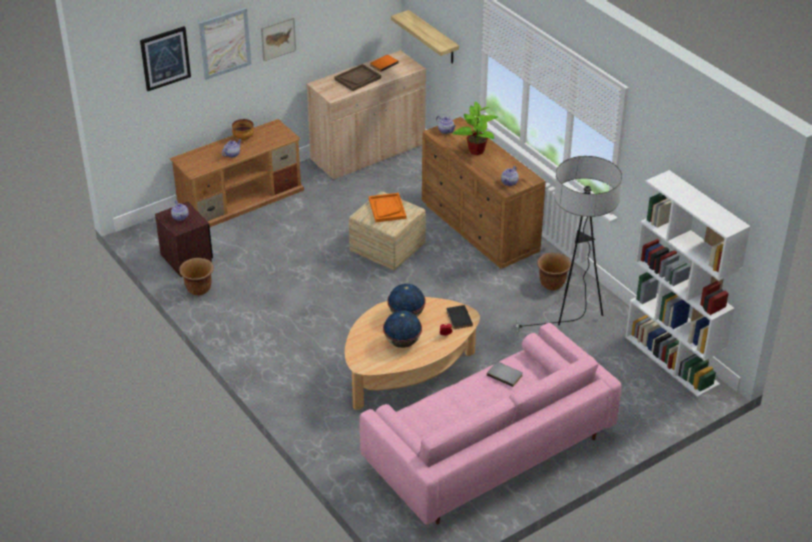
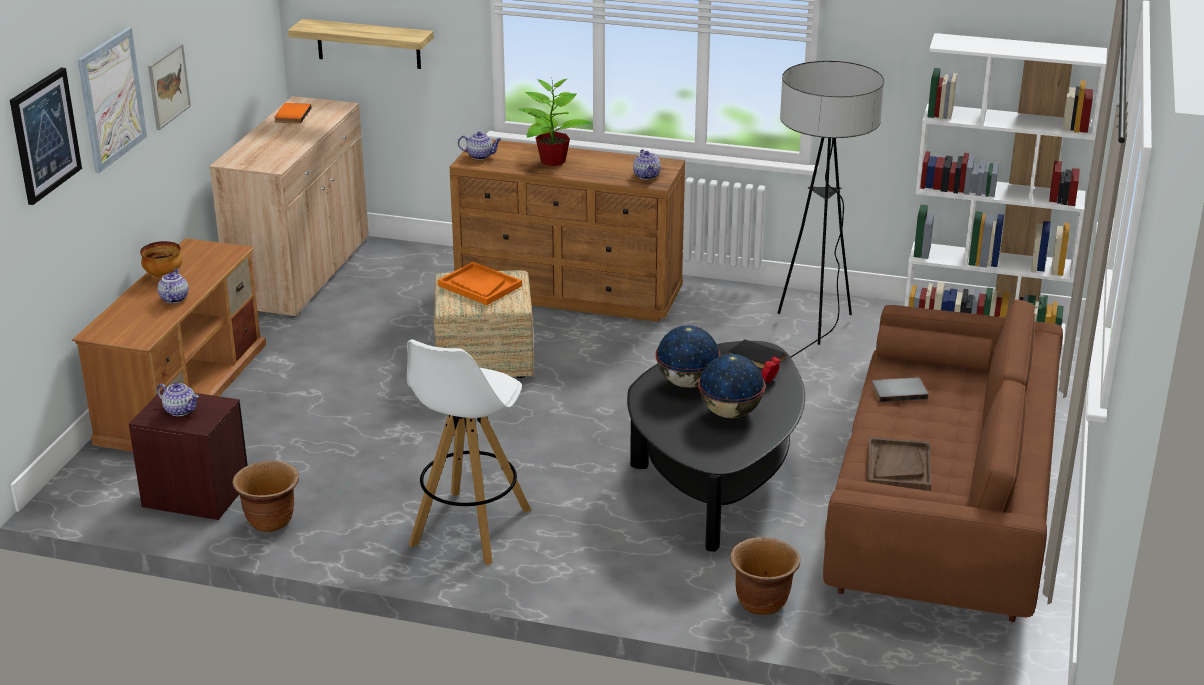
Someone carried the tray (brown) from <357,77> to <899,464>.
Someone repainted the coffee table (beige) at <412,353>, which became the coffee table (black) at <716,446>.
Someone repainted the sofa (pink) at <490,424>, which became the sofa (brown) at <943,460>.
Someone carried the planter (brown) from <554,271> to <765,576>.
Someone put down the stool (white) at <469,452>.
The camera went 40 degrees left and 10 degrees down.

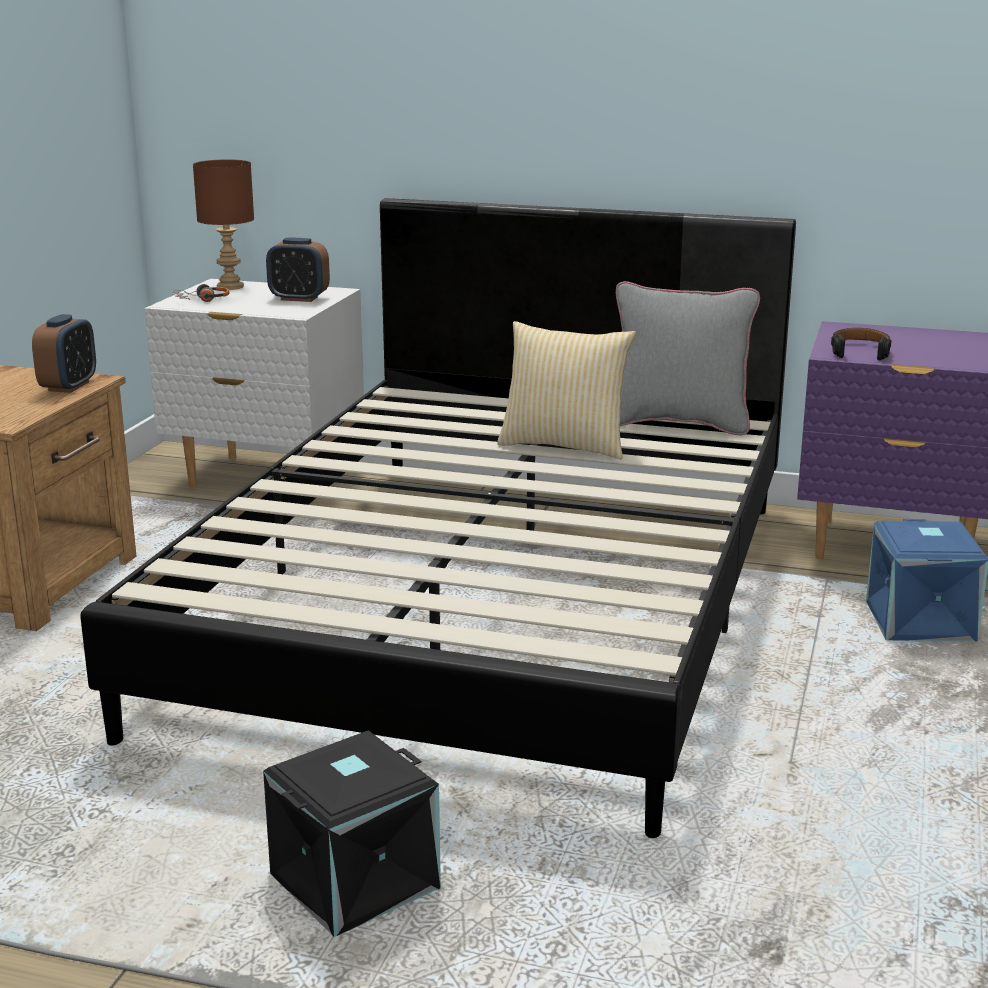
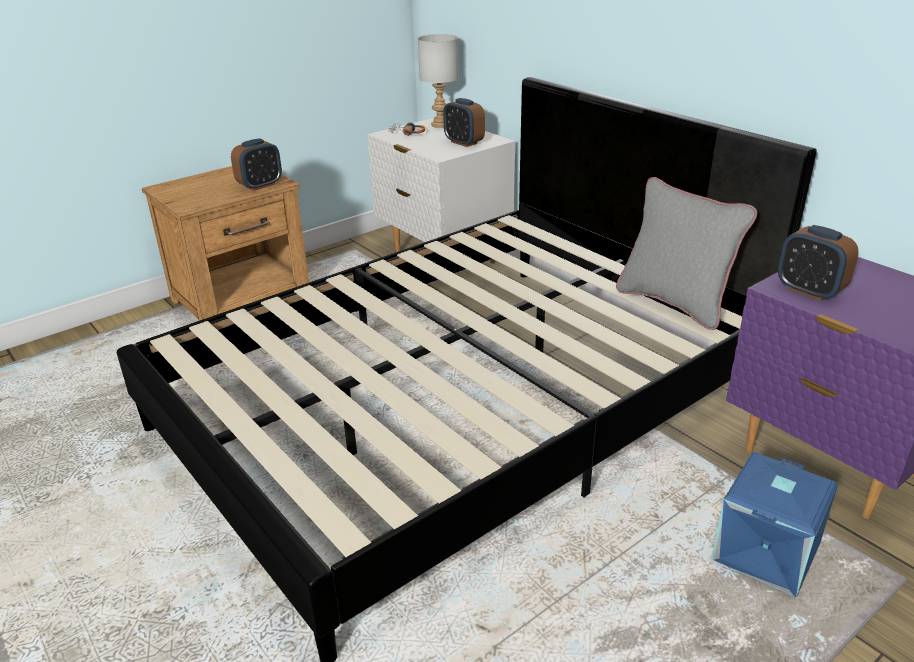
Someone repainted the table lamp (brown) at <223,224>, which became the table lamp (grey) at <438,81>.
Someone took away the storage box (black) at <352,833>.
Someone took away the pillow at <566,390>.
Someone swapped the headphones (black) at <861,344> for the alarm clock at <818,263>.
The camera went 35 degrees right and 10 degrees up.

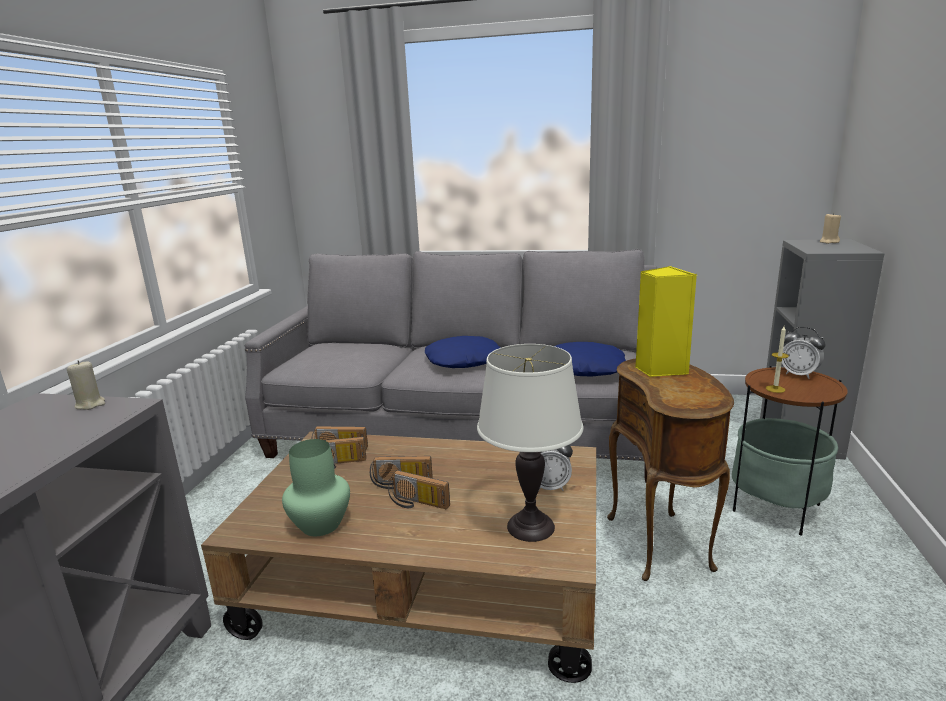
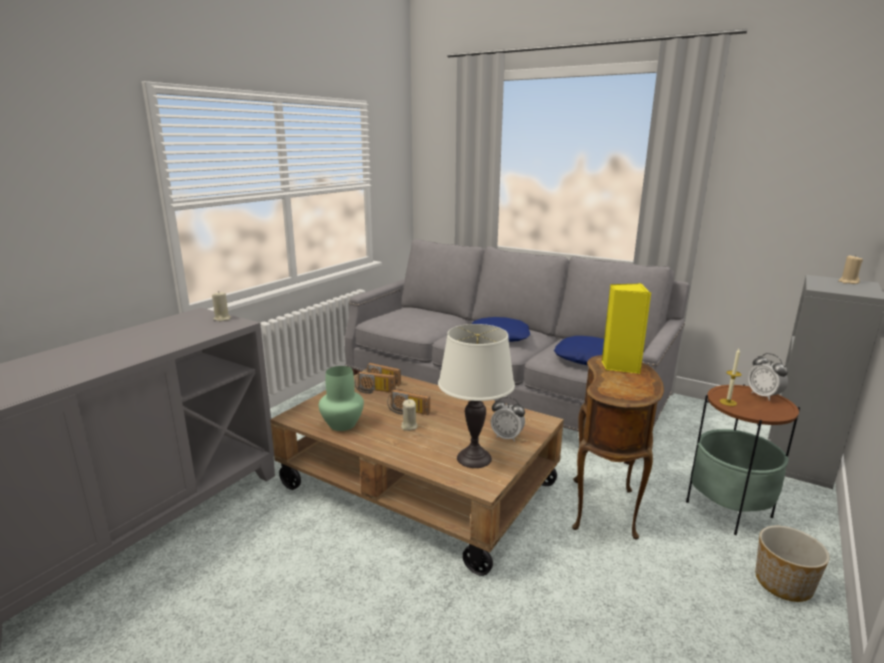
Someone swapped the radio at <419,489> for the candle (beige) at <409,415>.
Someone put down the planter at <792,564>.
The camera went 20 degrees right and 0 degrees up.

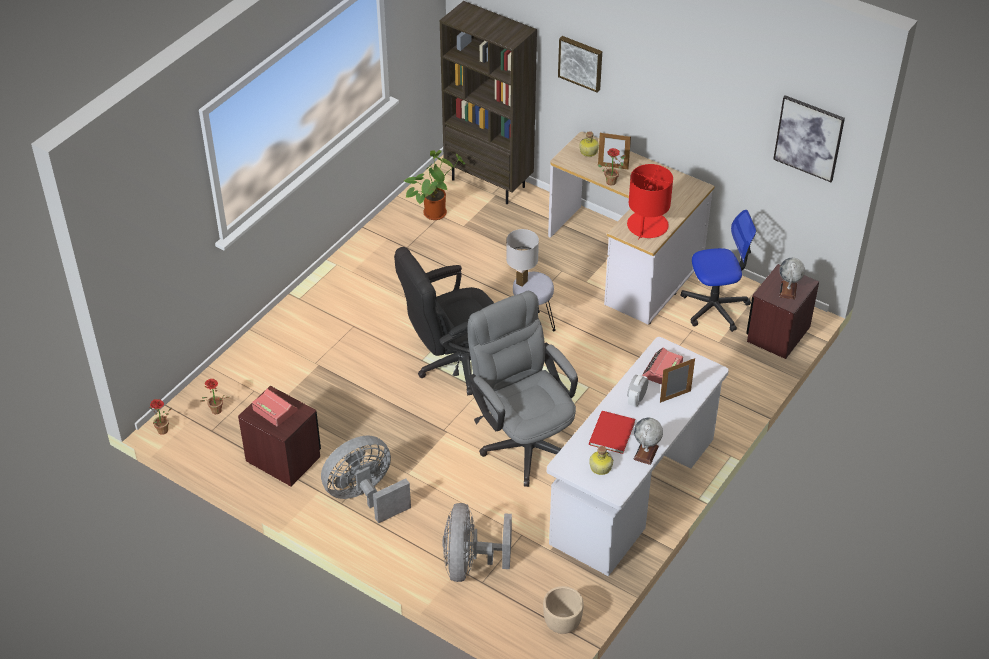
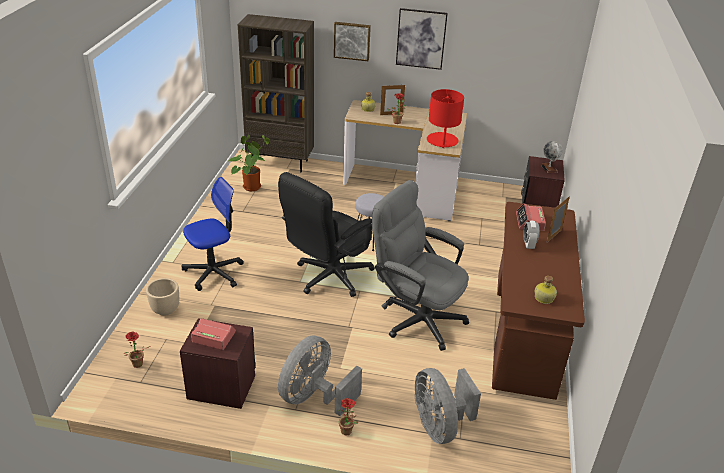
Someone carried the potted plant from <160,417> to <348,417>.
Someone took away the table lamp (white) at <522,258>.
Someone carried the planter (beige) from <563,610> to <162,297>.
Someone repainted the desk (white) at <638,456>, which became the desk (brown) at <538,301>.
Someone took away the book (red) at <612,432>.
Someone took away the globe at <648,441>.
Someone carried the office chair from <718,271> to <212,234>.
Someone carried the picture from <809,138> to <422,39>.
The camera went 25 degrees left and 10 degrees down.

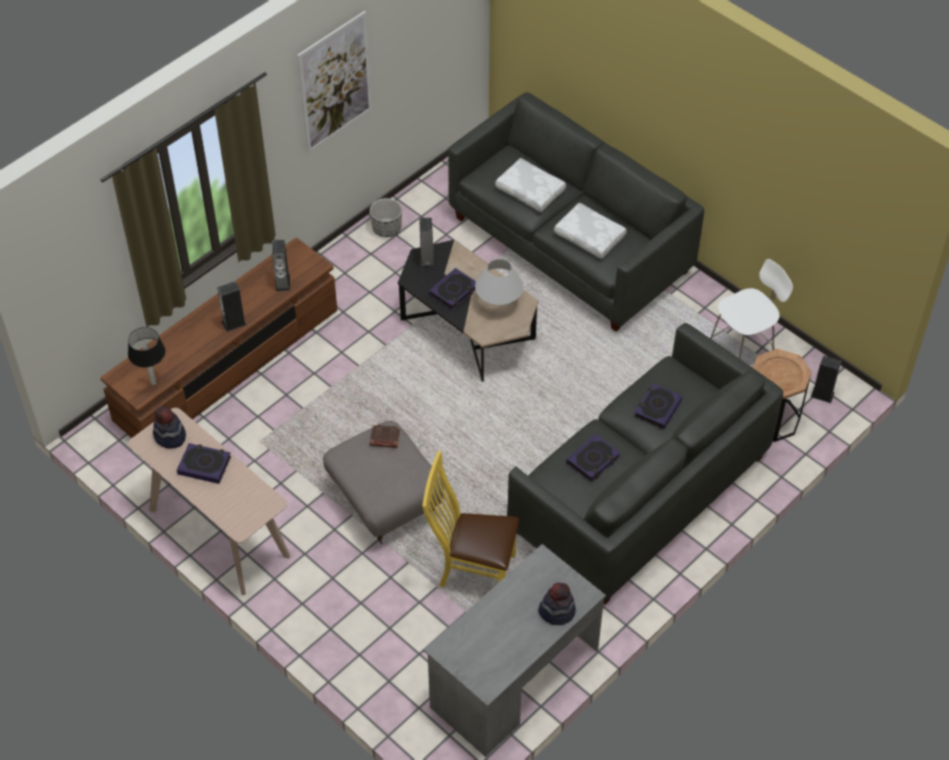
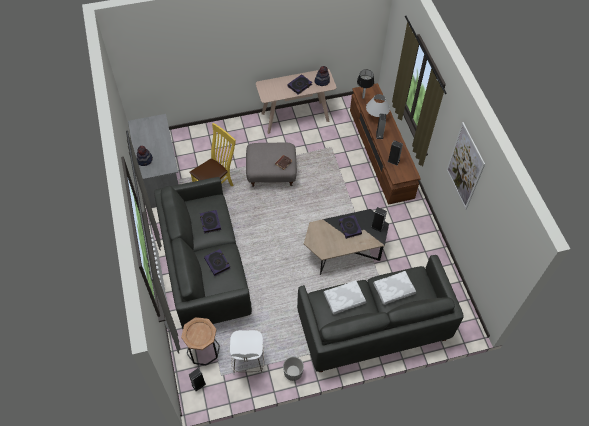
Someone carried the planter from <386,217> to <293,369>.
Someone carried the table lamp (white) from <499,282> to <378,105>.
The camera went 120 degrees right and 5 degrees up.

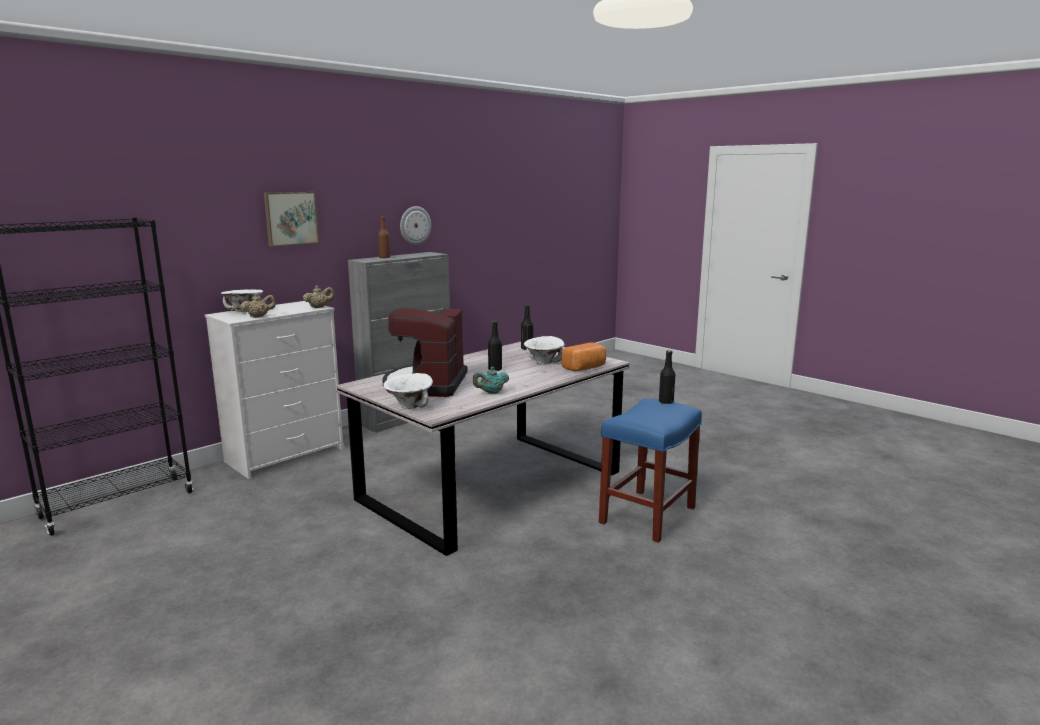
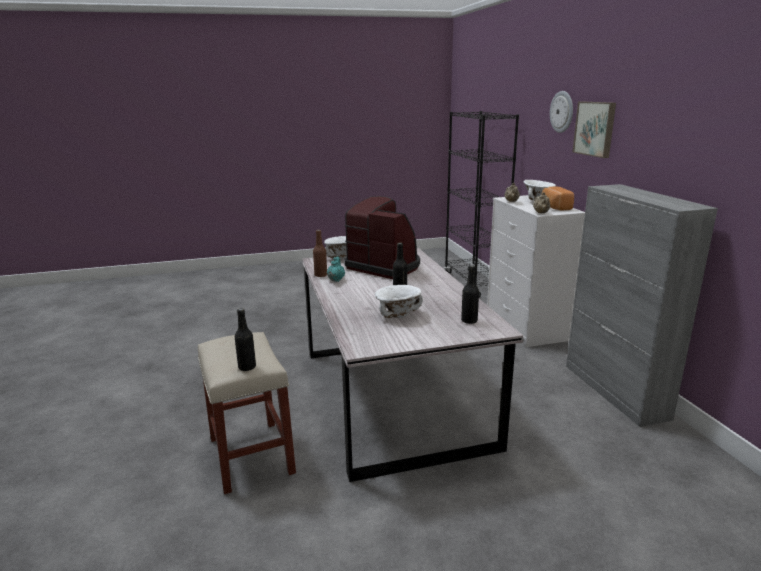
Someone carried the bottle (brown) from <384,237> to <320,253>.
Someone carried the wall clock from <415,225> to <561,112>.
Someone carried the bread from <584,356> to <557,199>.
Someone repainted the stool (blue) at <650,471>, which became the stool (beige) at <247,413>.
The camera went 120 degrees right and 5 degrees up.

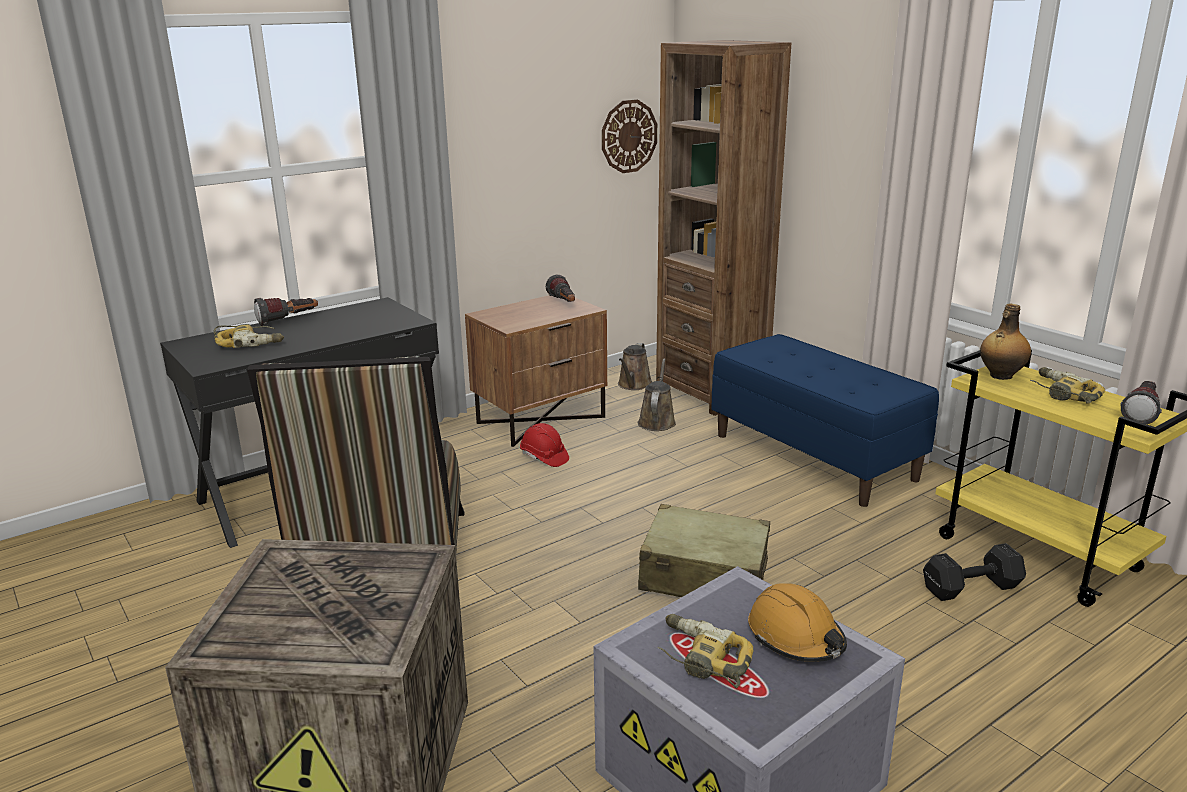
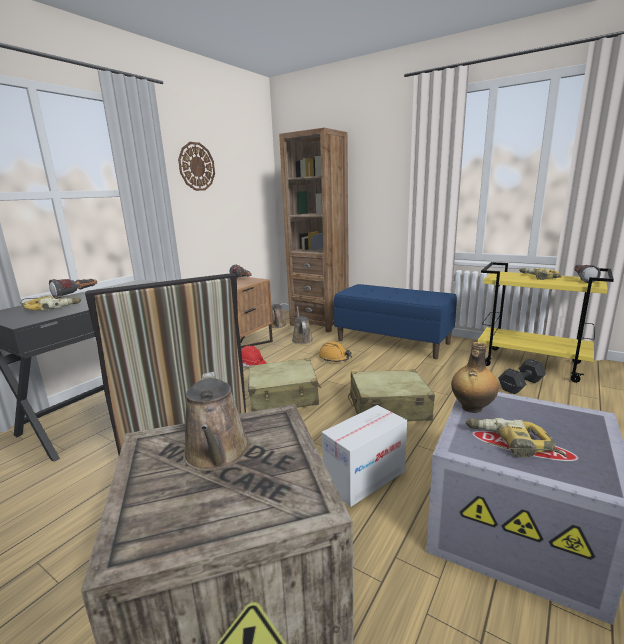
Someone carried the wall clock from <629,136> to <196,166>.
Someone carried the hard hat (orange) from <797,623> to <335,351>.
Someone carried the bottle from <1005,341> to <475,377>.
Someone put down the watering can (brown) at <216,421>.
Someone put down the suitcase (beige) at <284,384>.
Someone put down the cardboard box at <364,456>.
The camera went 20 degrees left and 5 degrees down.

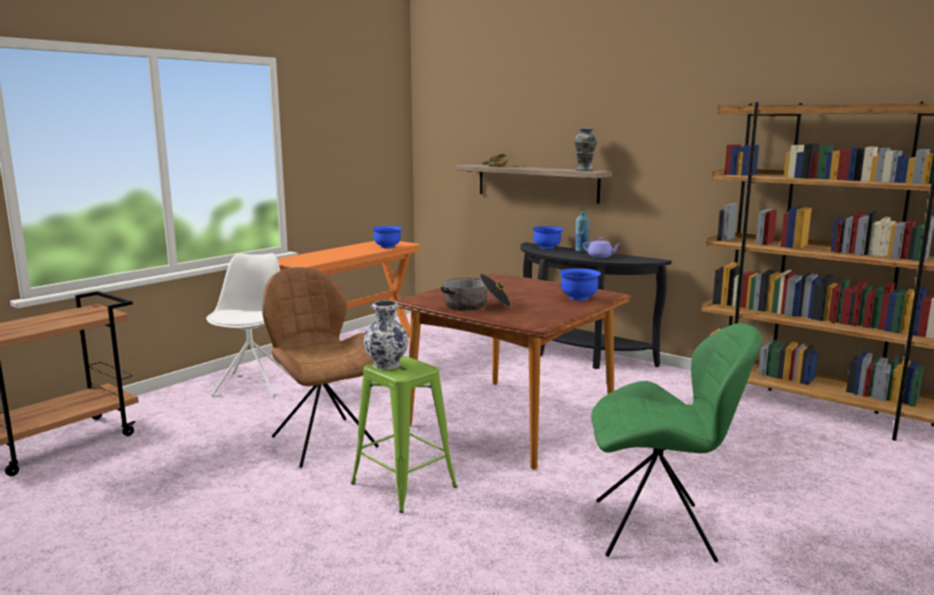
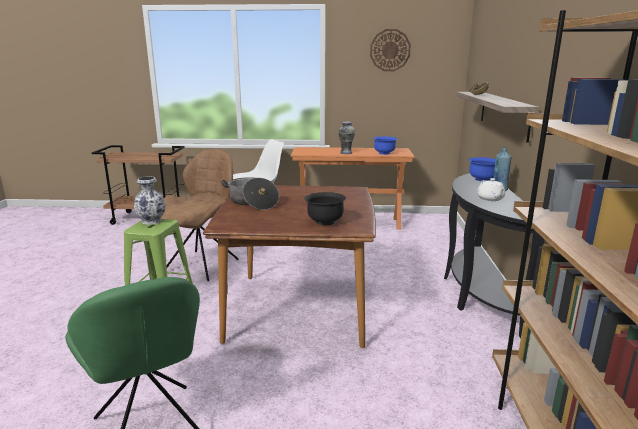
Someone repainted the bowl (blue) at <580,284>, which became the bowl (black) at <325,208>.
Someone carried the vase from <585,149> to <346,138>.
Someone repainted the teapot (purple) at <602,248>, which became the teapot (white) at <491,189>.
Someone put up the wall clock at <390,50>.
The camera went 55 degrees right and 5 degrees up.

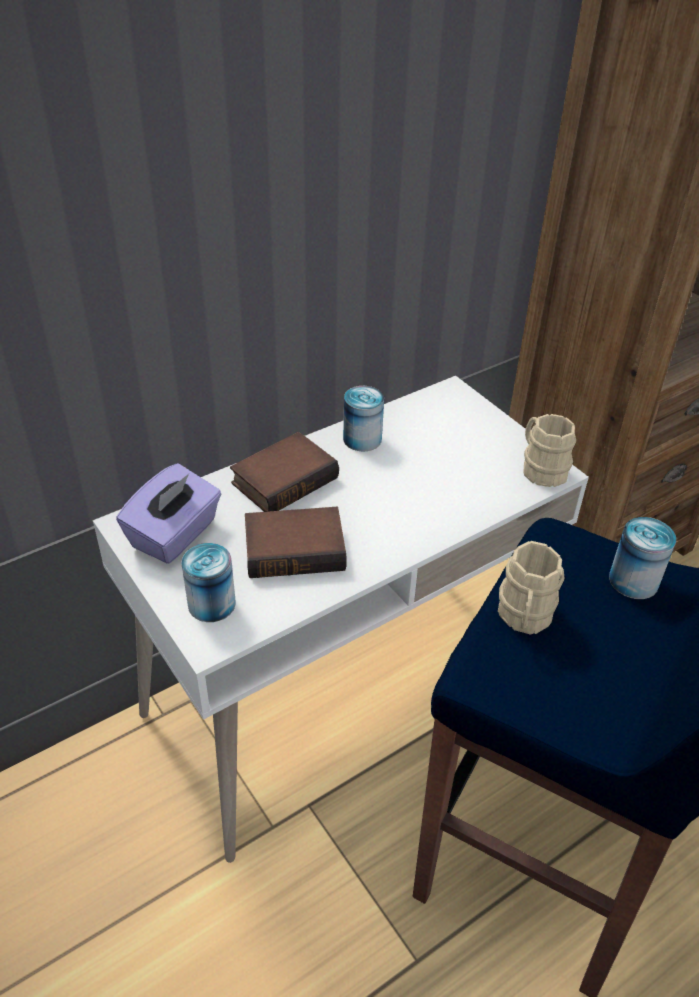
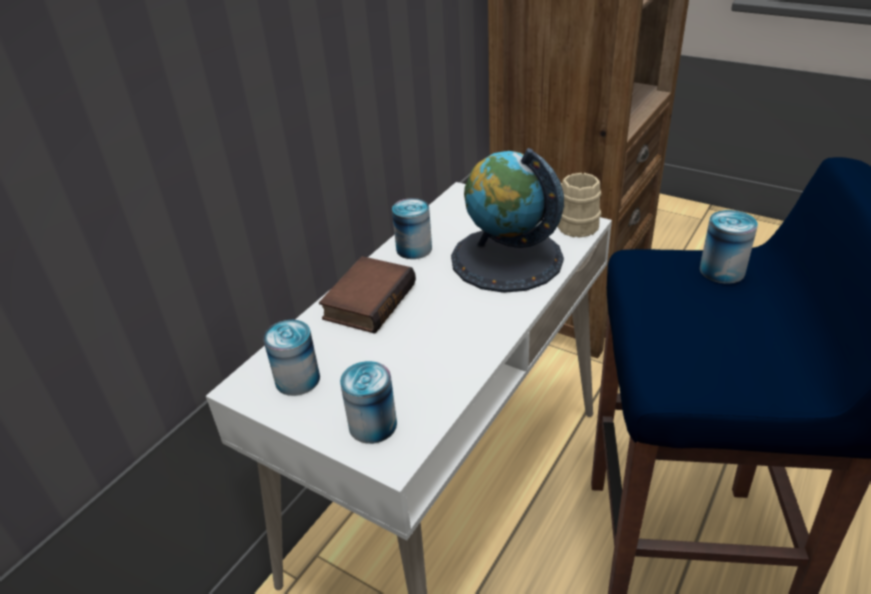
Someone swapped the tissue box (purple) at <168,513> for the can at <291,358>.
Someone took away the book at <296,542>.
Someone took away the mug (beige) at <531,588>.
Someone put down the globe at <507,220>.
The camera went 20 degrees left and 5 degrees down.

